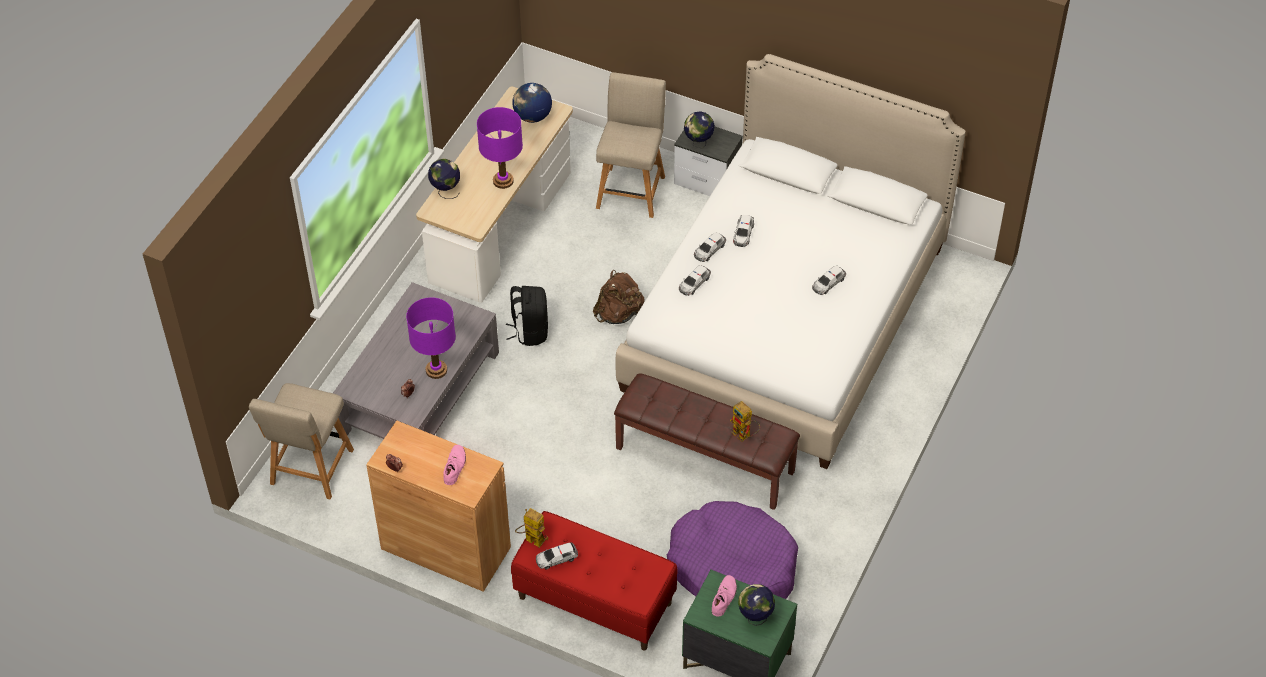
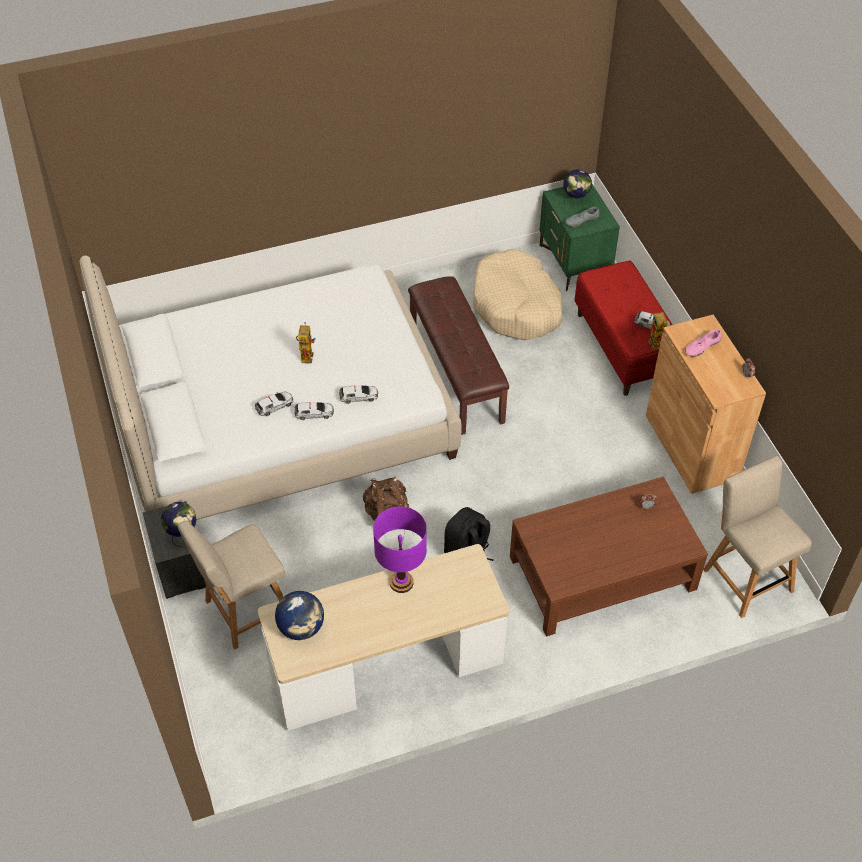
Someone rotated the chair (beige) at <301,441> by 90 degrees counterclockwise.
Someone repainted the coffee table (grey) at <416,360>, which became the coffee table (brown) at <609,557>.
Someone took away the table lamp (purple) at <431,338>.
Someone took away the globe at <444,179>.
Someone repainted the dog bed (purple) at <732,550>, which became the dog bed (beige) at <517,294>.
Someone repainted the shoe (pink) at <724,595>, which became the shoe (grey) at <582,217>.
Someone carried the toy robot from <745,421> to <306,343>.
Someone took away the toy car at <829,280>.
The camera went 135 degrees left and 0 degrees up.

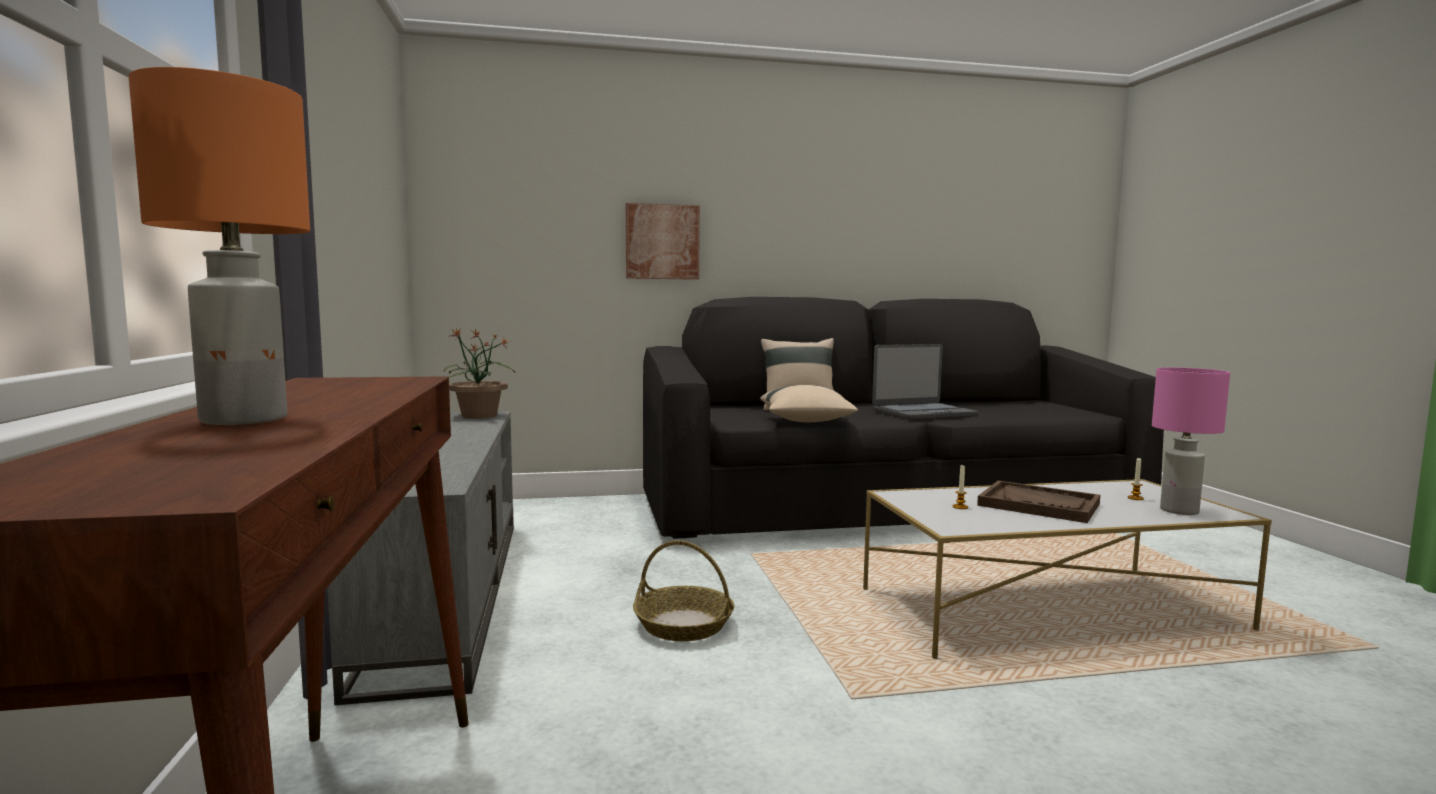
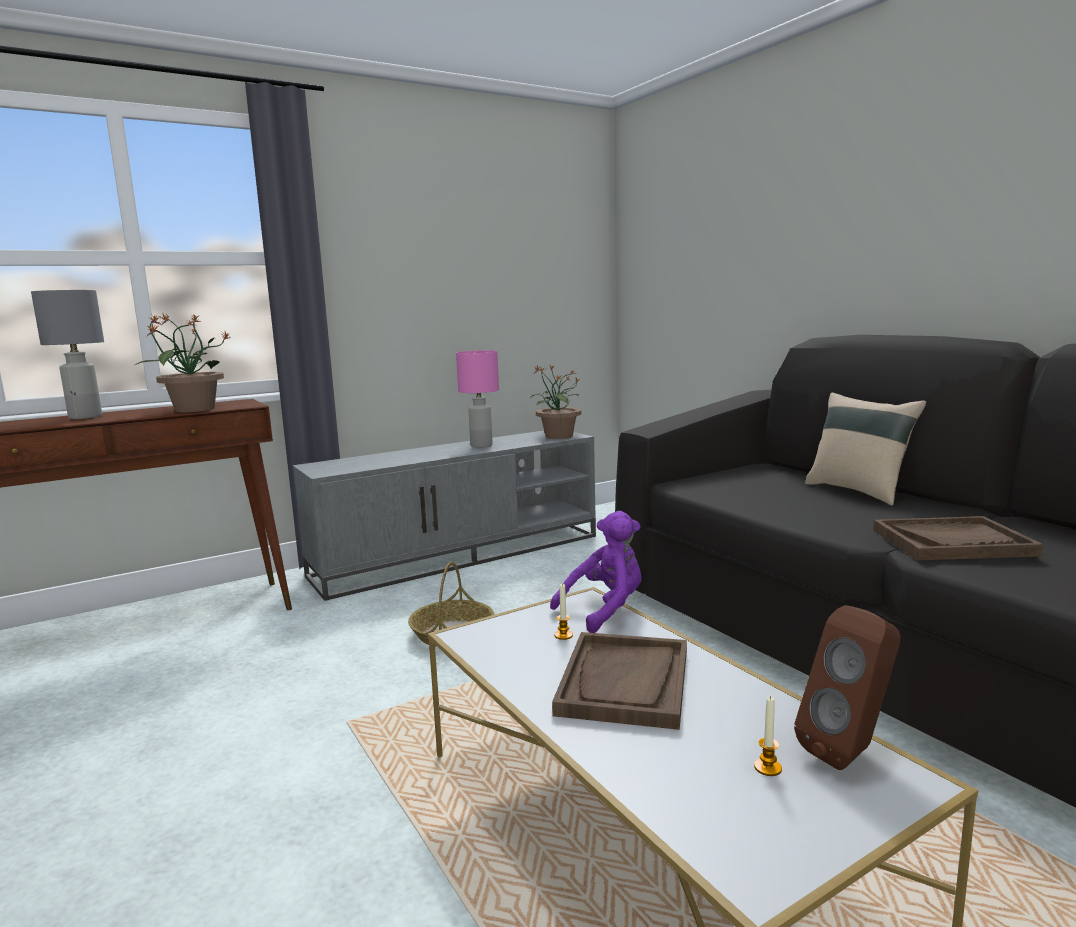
Someone repainted the table lamp (orange) at <219,246>, which became the table lamp (grey) at <67,354>.
Someone took away the picture at <663,241>.
Someone took away the pillow (beige) at <809,403>.
Someone swapped the laptop at <925,382> for the tray (brown) at <958,538>.
Someone carried the table lamp (pink) from <1191,441> to <477,399>.
Someone put down the potted plant at <182,362>.
Someone put down the plush toy (purple) at <596,572>.
Someone put down the speaker (brown) at <847,687>.
The camera went 70 degrees right and 5 degrees up.

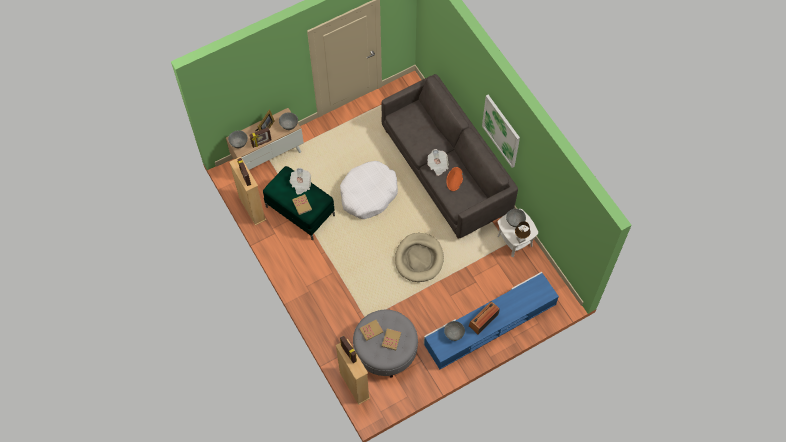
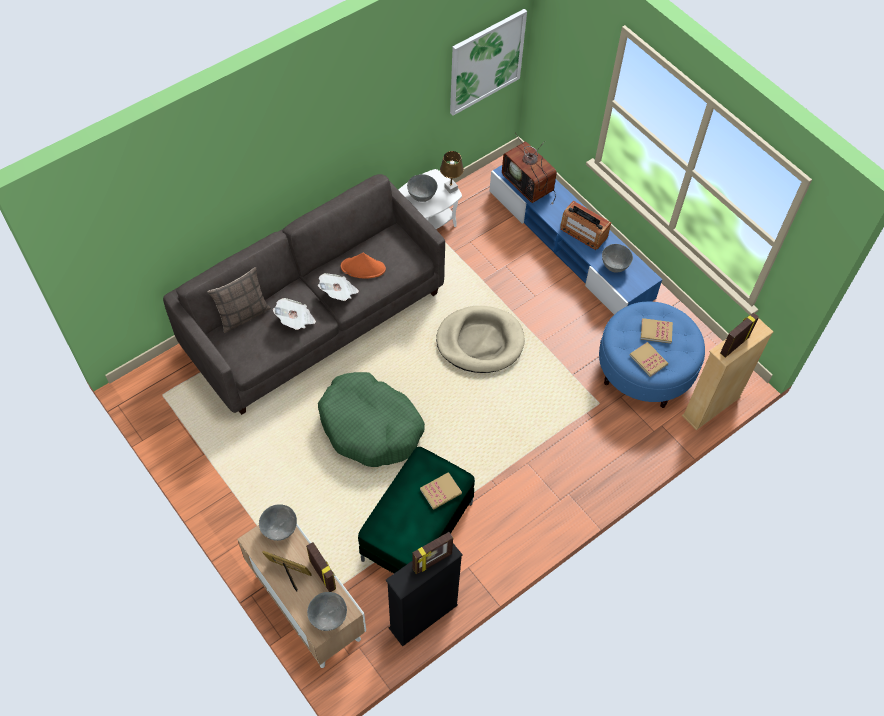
Someone repainted the bookcase (beige) at <247,191>, which became the bookcase (black) at <424,595>.
Someone carried the newspaper from <300,181> to <294,314>.
Someone repainted the dog bed (white) at <369,190>, which became the dog bed (green) at <371,419>.
Someone repainted the ottoman (grey) at <385,344>, which became the ottoman (blue) at <652,355>.
Someone carried the picture from <501,131> to <488,62>.
Someone put down the pillow at <239,300>.
Someone put down the television at <529,168>.
The camera went 100 degrees left and 5 degrees down.

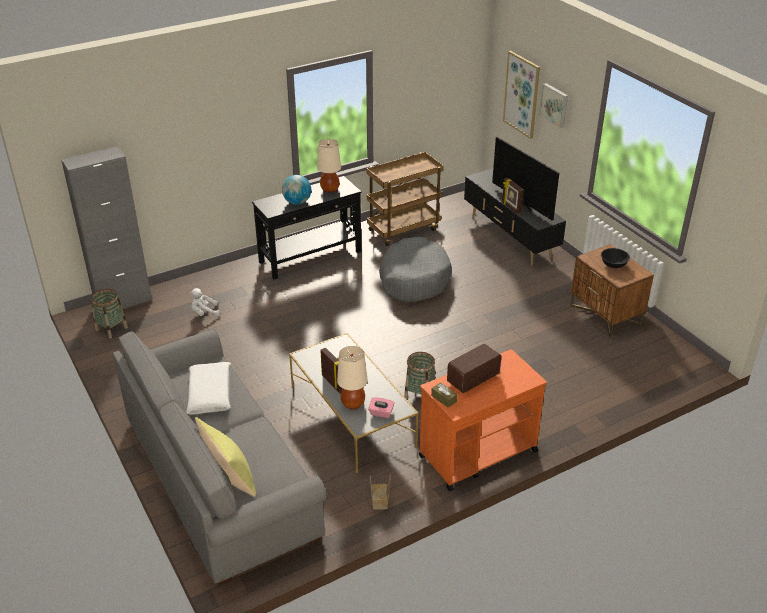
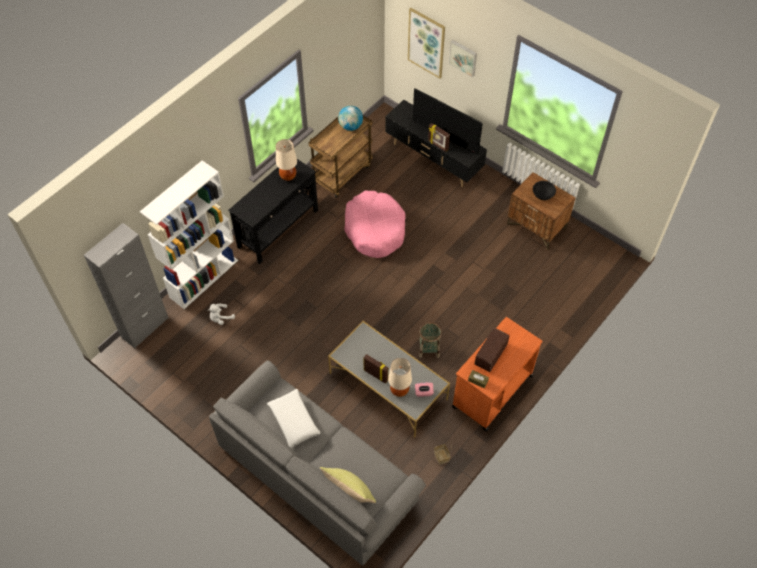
Someone took away the basket at <109,314>.
Someone carried the globe from <296,190> to <350,118>.
Someone repainted the dog bed (grey) at <415,269>, which became the dog bed (pink) at <374,224>.
Someone put down the bookcase (white) at <189,234>.
The camera went 20 degrees left and 20 degrees up.

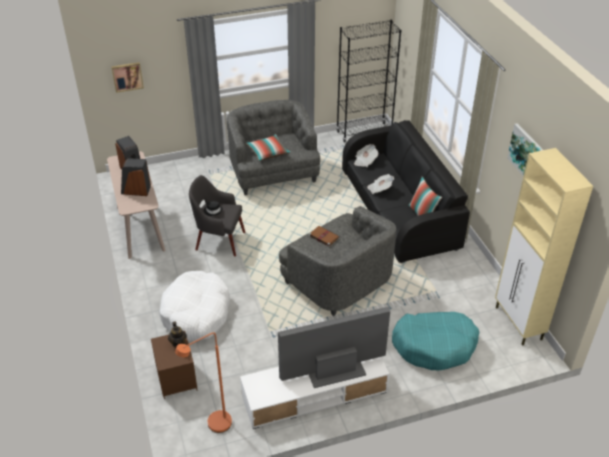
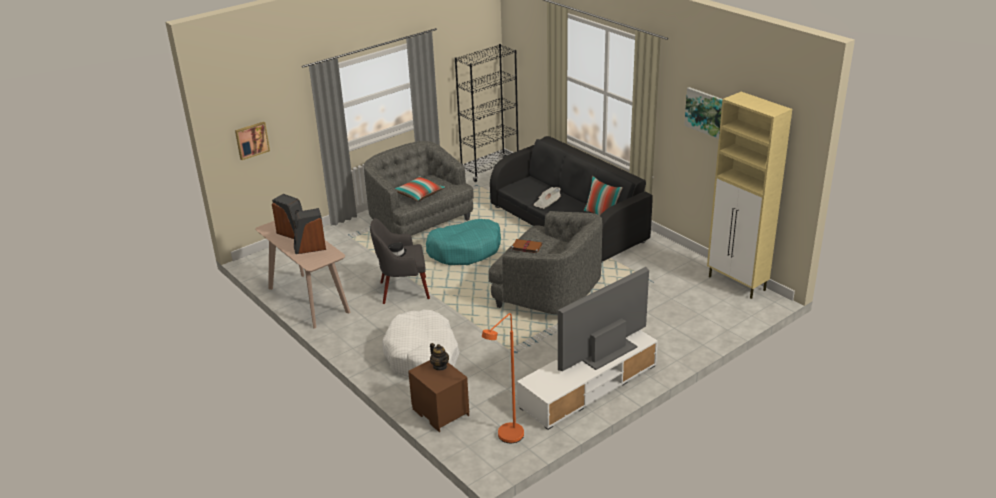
Someone took away the newspaper at <366,155>.
Someone carried the dog bed (turquoise) from <436,341> to <463,242>.
The camera went 20 degrees left and 10 degrees down.

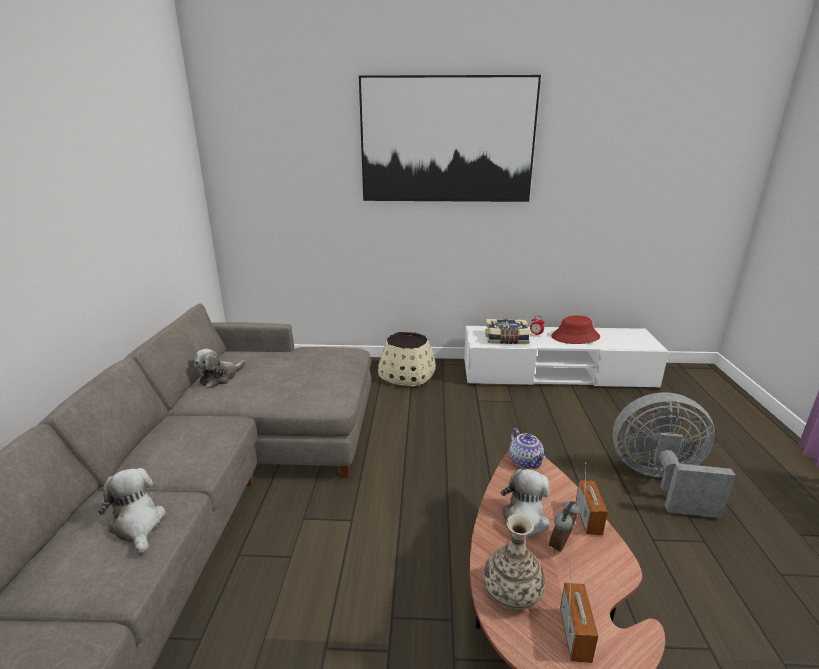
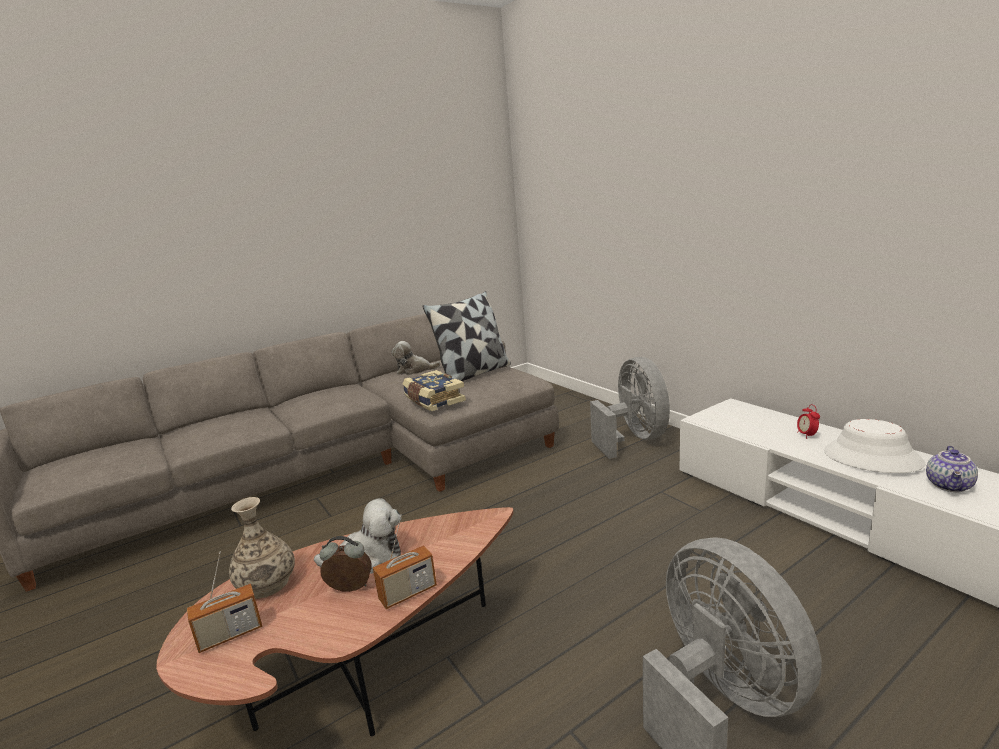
Someone took away the plush toy at <132,511>.
Someone took away the picture at <450,138>.
Someone swapped the planter (beige) at <407,359> for the fan (grey) at <630,408>.
Someone carried the book from <508,331> to <434,390>.
Someone carried the teapot from <528,448> to <952,469>.
Someone repainted the hat (red) at <575,329>, which became the hat (white) at <875,446>.
Someone put down the pillow at <466,336>.
The camera went 55 degrees right and 5 degrees down.

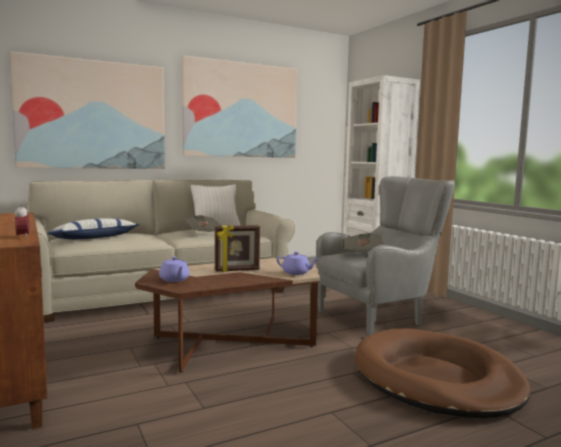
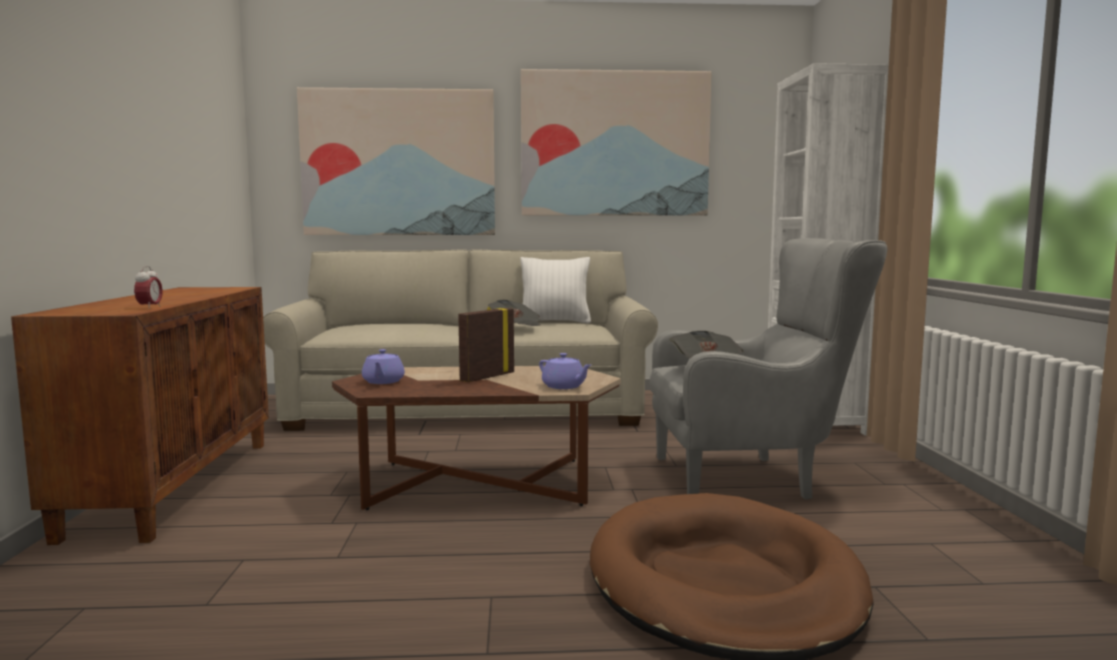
Someone took away the pillow at <93,228>.
Someone rotated the picture frame at <237,248> by 120 degrees clockwise.
The camera went 25 degrees right and 0 degrees up.

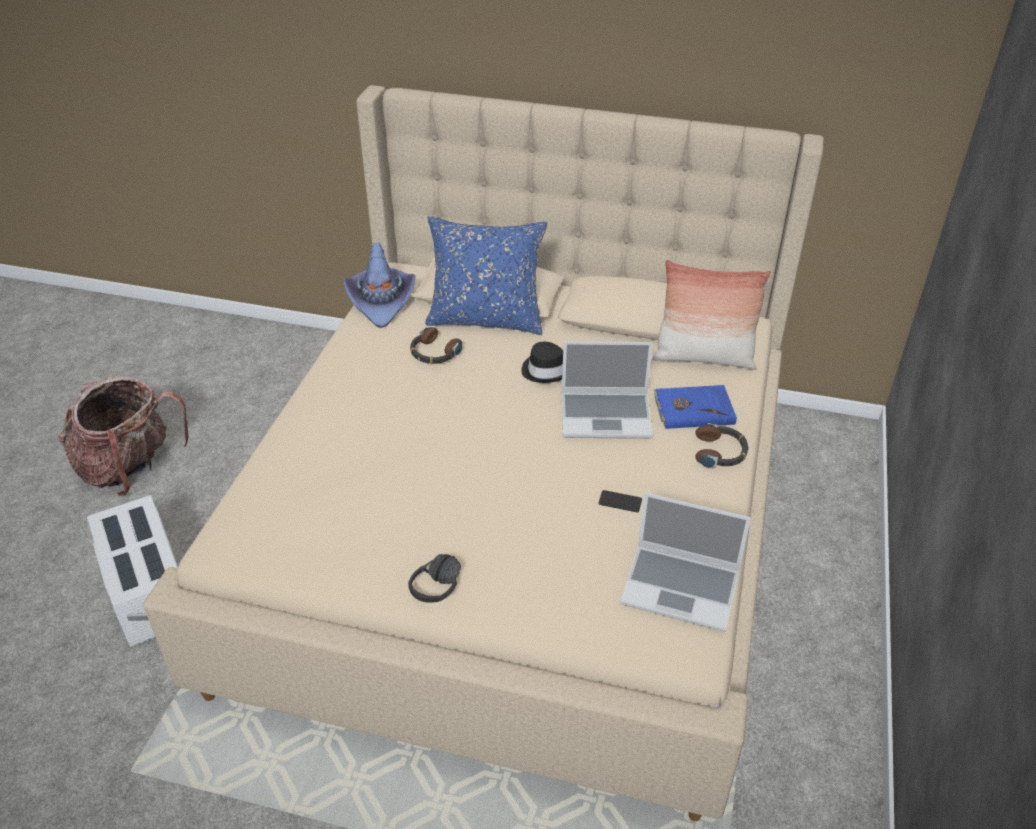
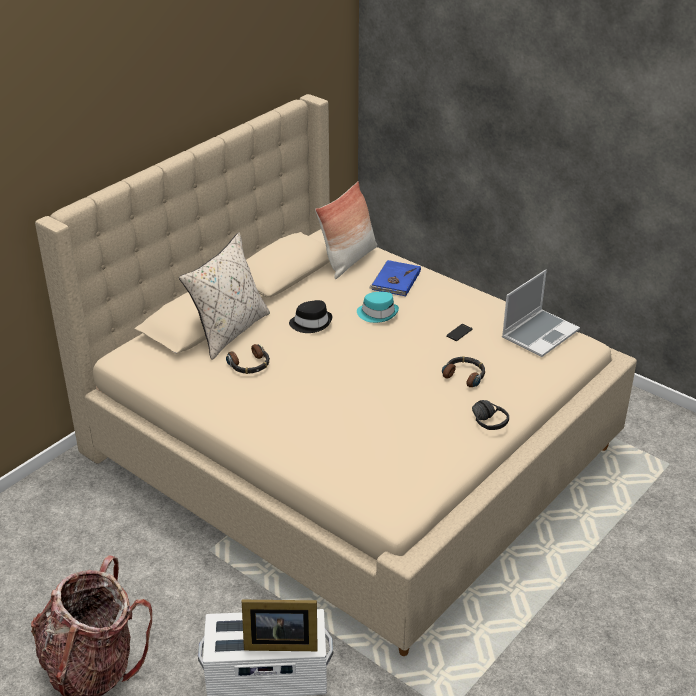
Someone took away the hat (purple) at <379,285>.
Someone repainted the pillow (blue) at <486,275>, which became the pillow (beige) at <224,296>.
Someone swapped the laptop at <607,390> for the hat (turquoise) at <378,307>.
Someone carried the headphones from <722,445> to <463,371>.
Someone put down the picture frame at <280,625>.
The camera went 65 degrees left and 5 degrees down.

